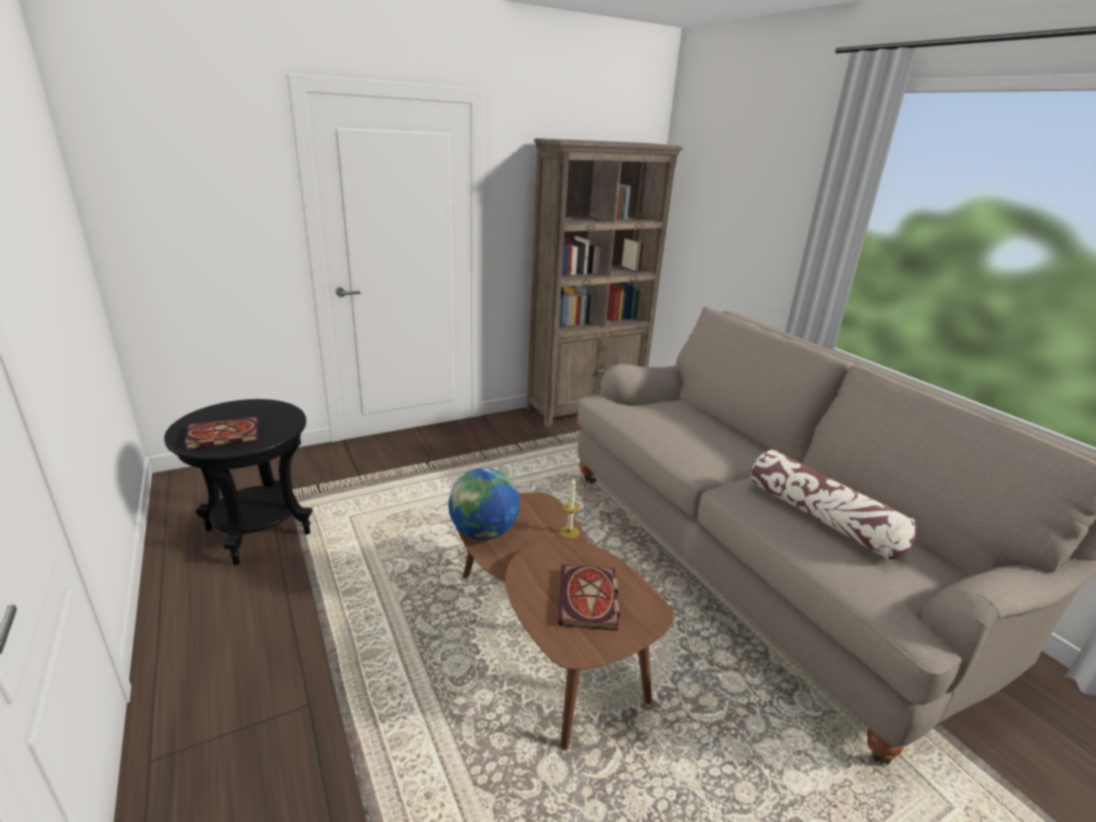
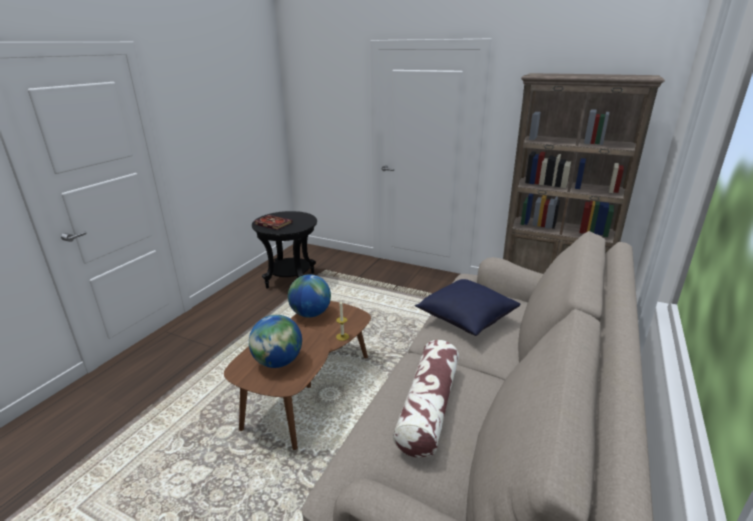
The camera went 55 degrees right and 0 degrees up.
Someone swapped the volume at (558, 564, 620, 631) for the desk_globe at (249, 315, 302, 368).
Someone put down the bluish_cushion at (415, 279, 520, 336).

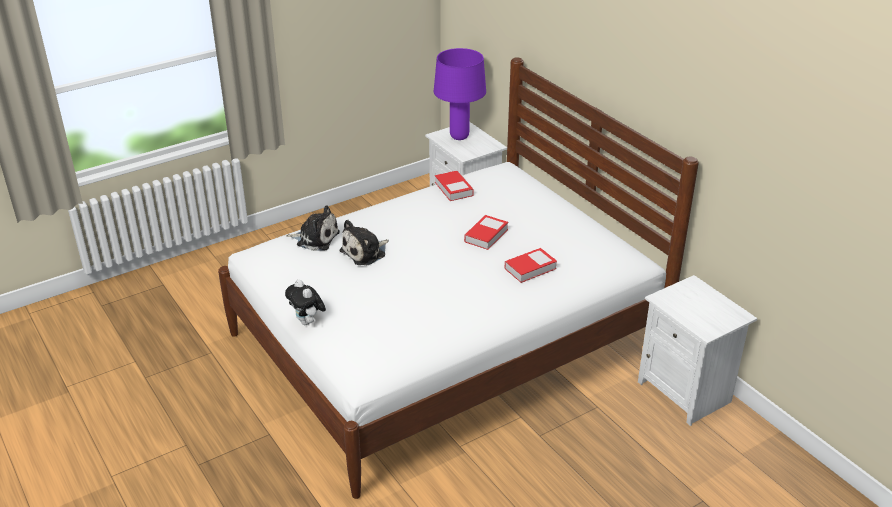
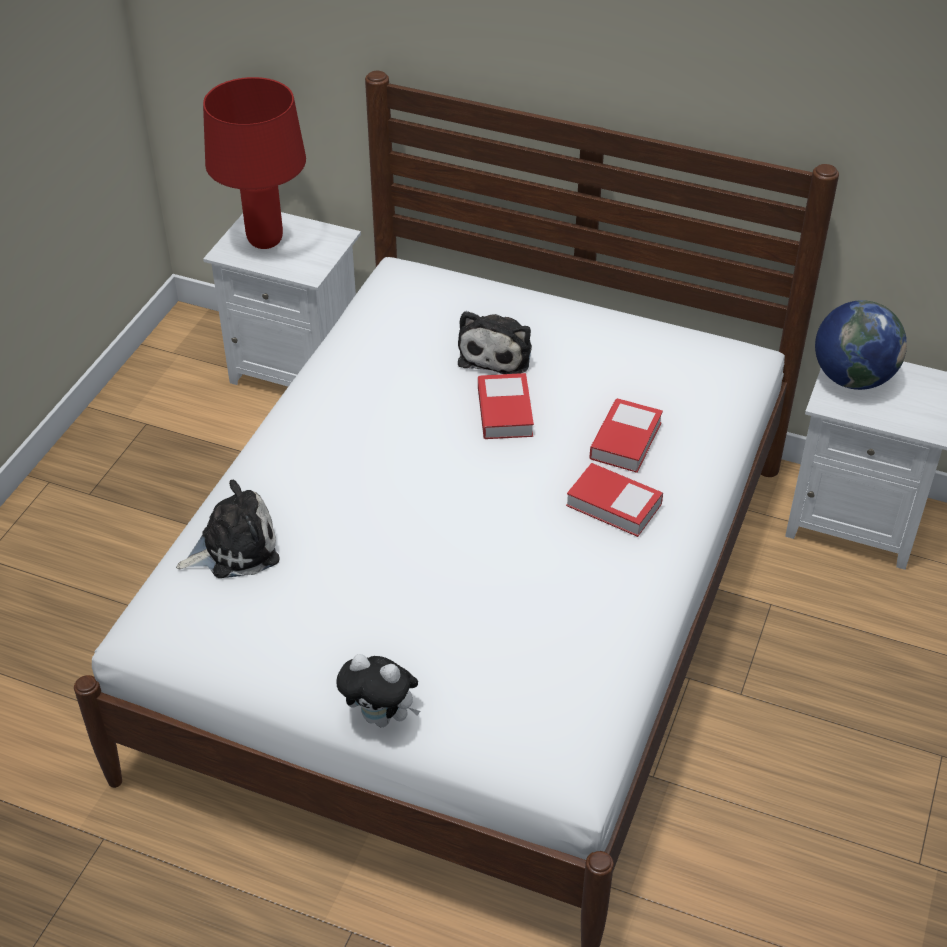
The camera went 35 degrees left and 10 degrees up.
Someone carried the plush_toy from (339, 220, 389, 265) to (458, 311, 532, 374).
Someone repainted the purple_lamp_for_a_table at (434, 48, 486, 140), which became the red_lamp_for_a_table at (203, 77, 306, 249).
Someone carried the volume from (435, 171, 473, 201) to (566, 463, 663, 537).
Someone put down the desk_globe at (815, 300, 907, 390).

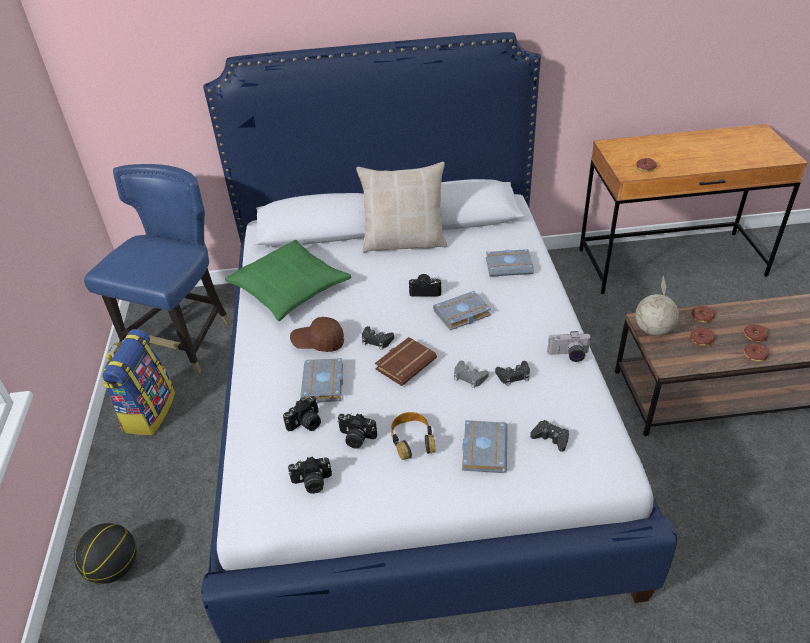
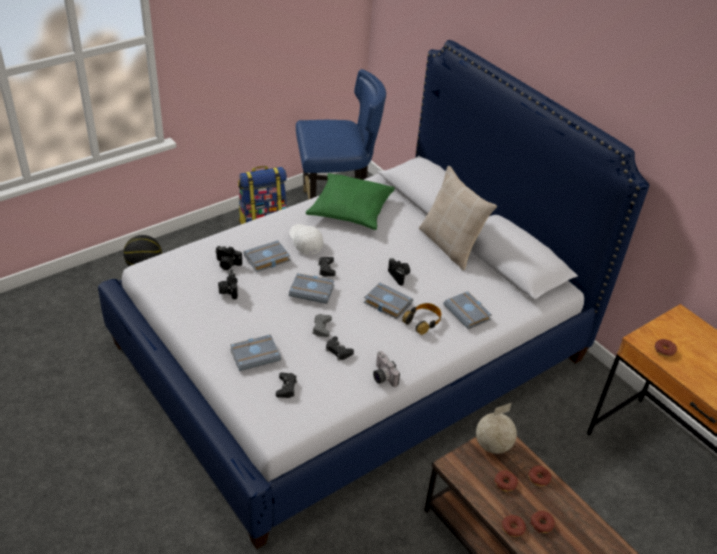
The camera went 55 degrees right and 0 degrees up.
Someone took away the photo_camera at (288, 456, 332, 494).
Someone repainted the brownish_cap at (290, 317, 344, 352), which became the white-coloured_cap at (289, 224, 324, 255).
Someone repainted the brownish_volume at (375, 337, 437, 386), which became the greyish_volume at (289, 273, 335, 304).
Someone carried the headset from (391, 412, 436, 460) to (402, 303, 441, 335).

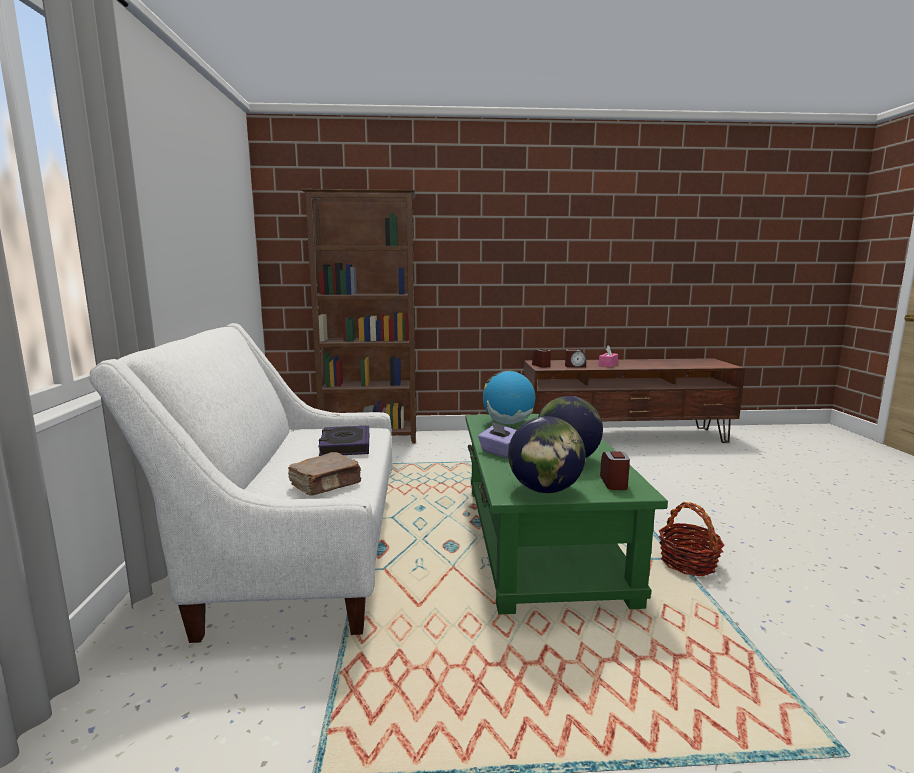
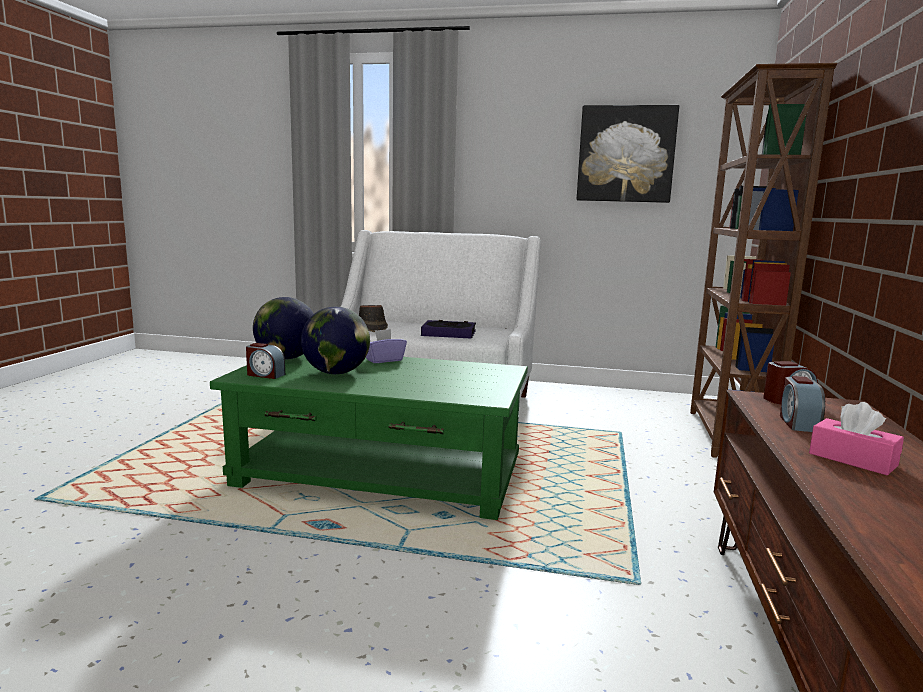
The camera went 105 degrees right and 0 degrees up.
Someone swapped the brownish_volume at (288, 452, 362, 495) for the brownish_clothing_hat at (359, 305, 388, 332).
Someone took away the desk_globe at (483, 370, 535, 424).
Someone took away the storage_basket at (659, 502, 725, 576).
Someone put up the picture at (577, 105, 679, 203).

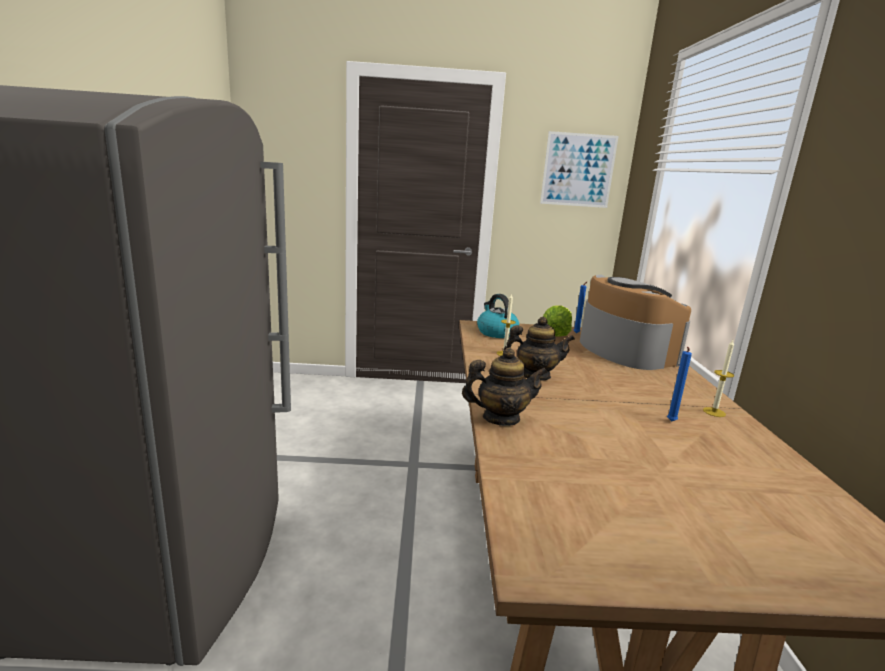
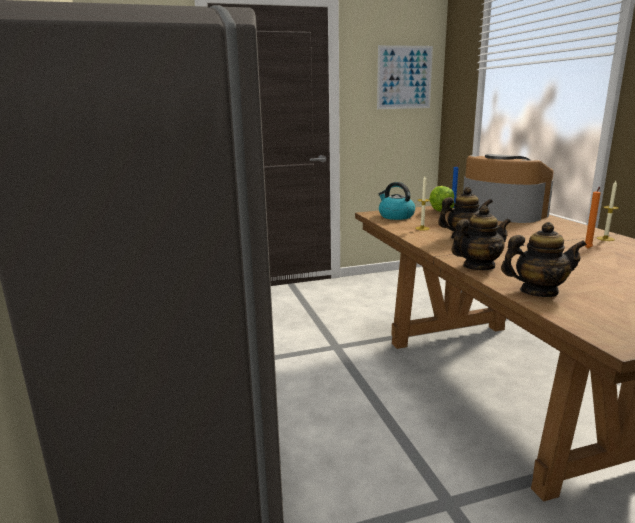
The camera went 15 degrees left and 0 degrees up.
Someone repainted the bluish_wax_light at (667, 347, 692, 422), which became the orange-coloured_wax_light at (585, 187, 601, 248).
Someone put down the tea_pot at (501, 222, 587, 297).

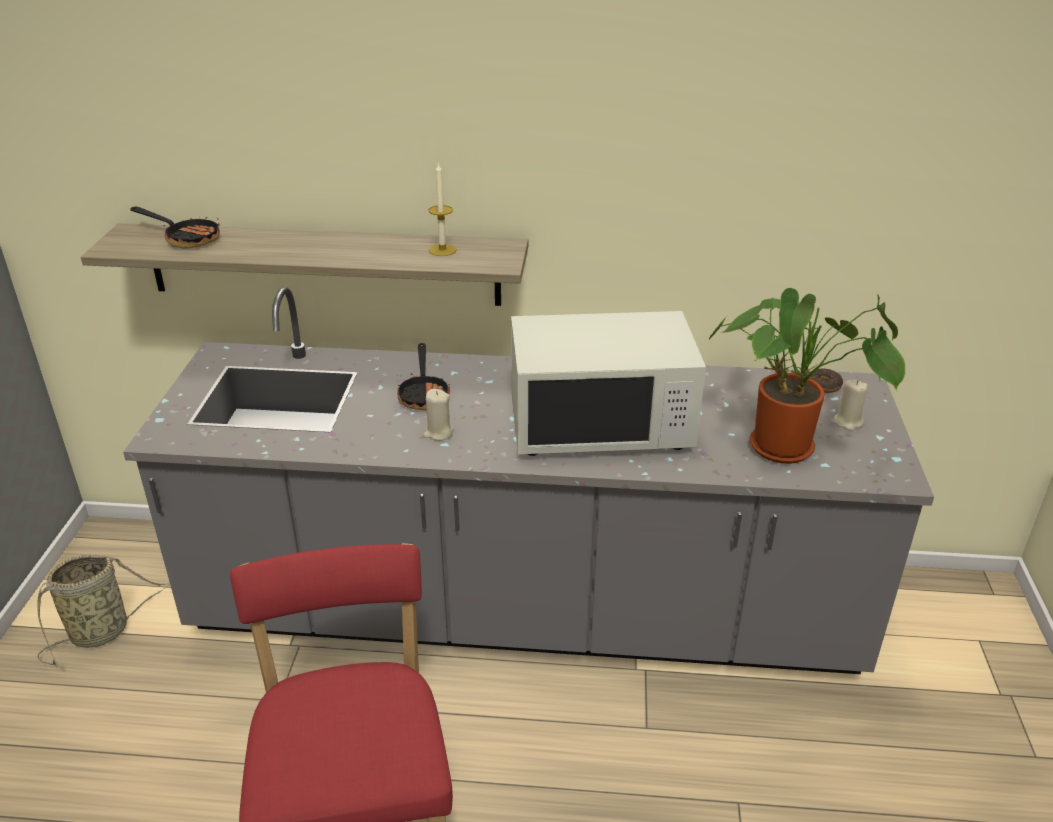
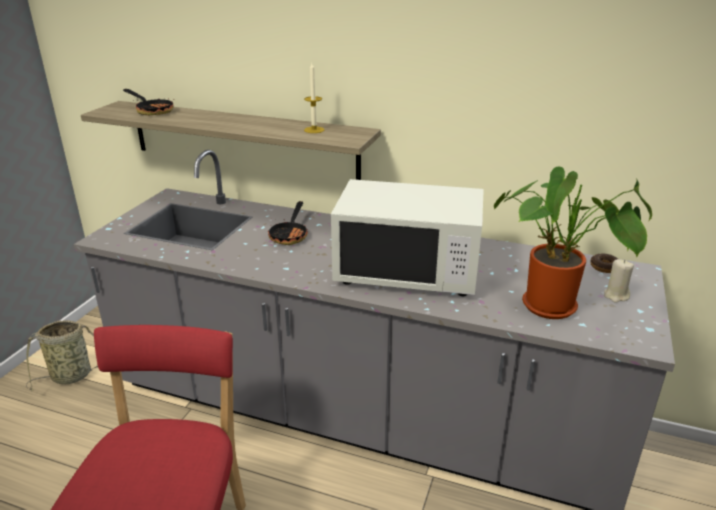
The camera went 15 degrees right and 5 degrees down.
Someone took away the sand-coloured_wax_light at (423, 389, 454, 441).

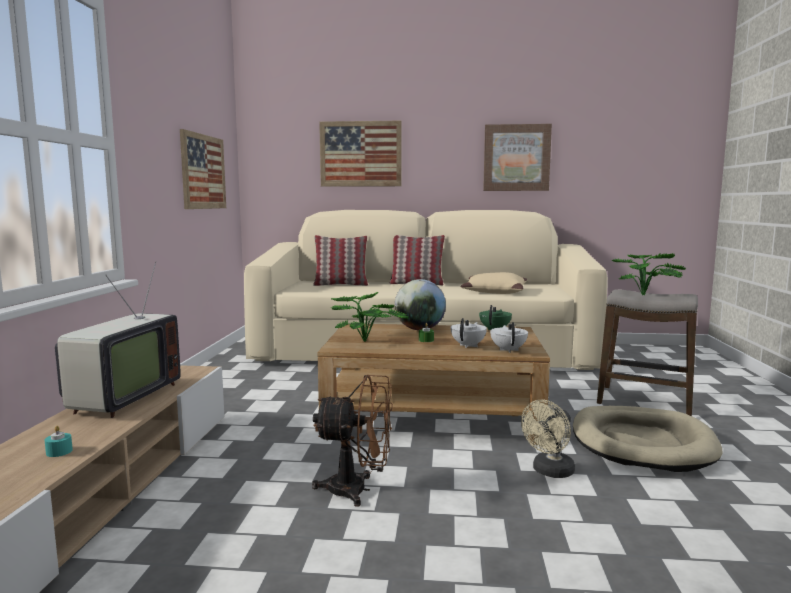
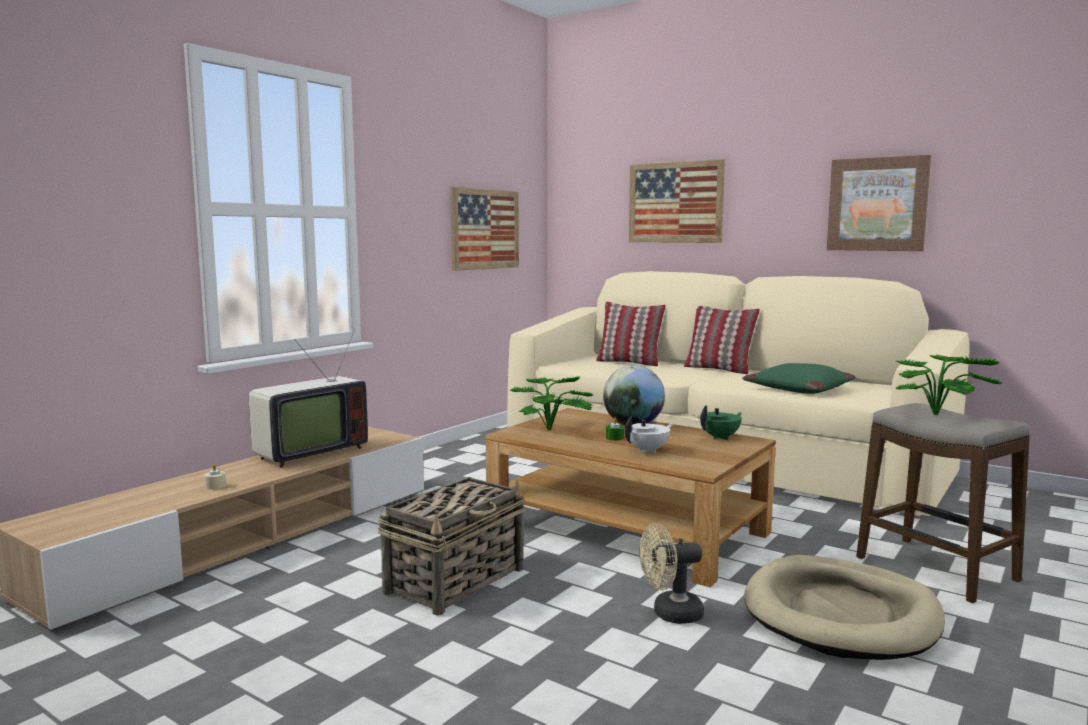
The camera went 30 degrees right and 0 degrees up.
Someone repainted the turquoise_wax_light at (45, 426, 73, 457), which became the sand-coloured_wax_light at (204, 464, 226, 489).
Someone swapped the brownish_fan at (312, 375, 393, 507) for the storage_basket at (378, 477, 525, 616).
Someone repainted the sand-coloured_cushion at (461, 272, 527, 294), which became the green-coloured_cushion at (742, 363, 855, 394).
Someone took away the white-coloured_tea_pot at (490, 322, 528, 353).

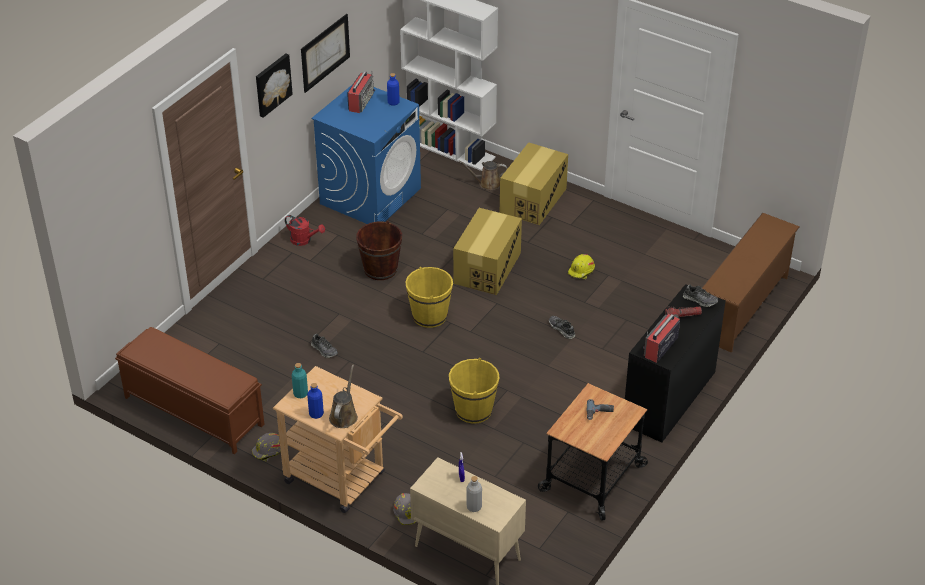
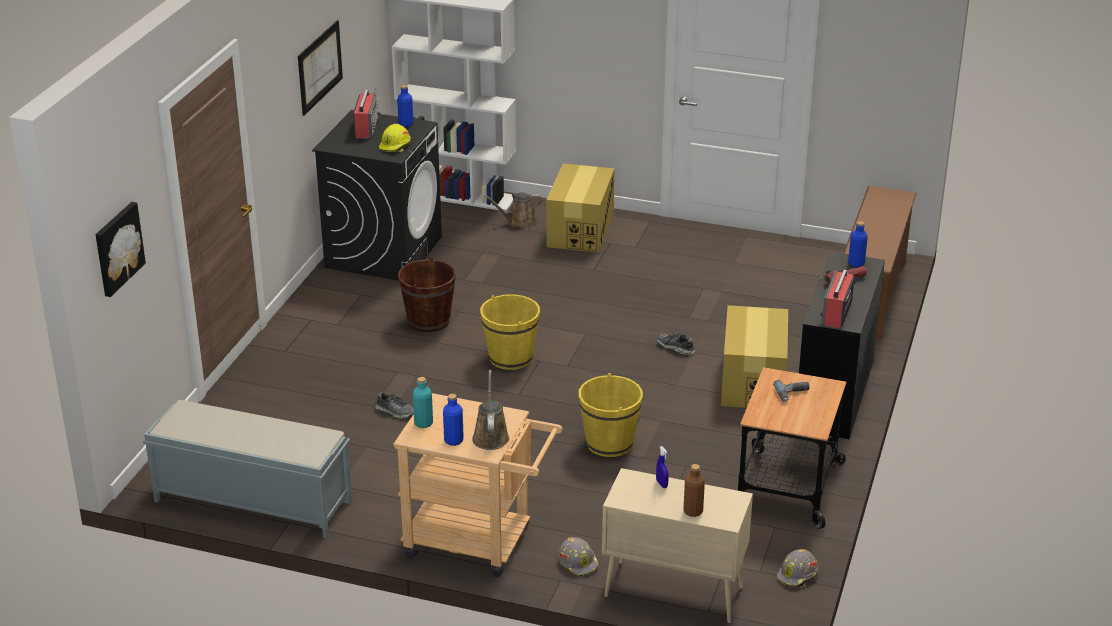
The camera went 15 degrees left and 10 degrees down.
Someone repainted the brownish_long_seat at (115, 327, 265, 454), which became the greyish_long_seat at (143, 400, 352, 539).
Someone carried the greyish_work_helmet from (252, 433, 281, 461) to (776, 549, 819, 588).
Someone carried the picture from (256, 54, 293, 118) to (95, 202, 146, 297).
Someone took away the red_sprinkling_can at (285, 215, 325, 246).
Someone repainted the bluish_laundry_appliance at (311, 84, 421, 224), which became the blackish_laundry_appliance at (312, 110, 442, 281).
Someone carried the packing_box from (453, 208, 522, 295) to (721, 305, 788, 408).
Someone repainted the greyish_drink_bottle at (467, 476, 482, 512), which became the brownish_drink_bottle at (683, 464, 705, 517).
Someone carried the yellow_work_helmet from (568, 254, 595, 279) to (379, 124, 411, 152).
Someone swapped the shoe at (683, 285, 718, 307) for the bluish_drink_bottle at (848, 221, 868, 267).

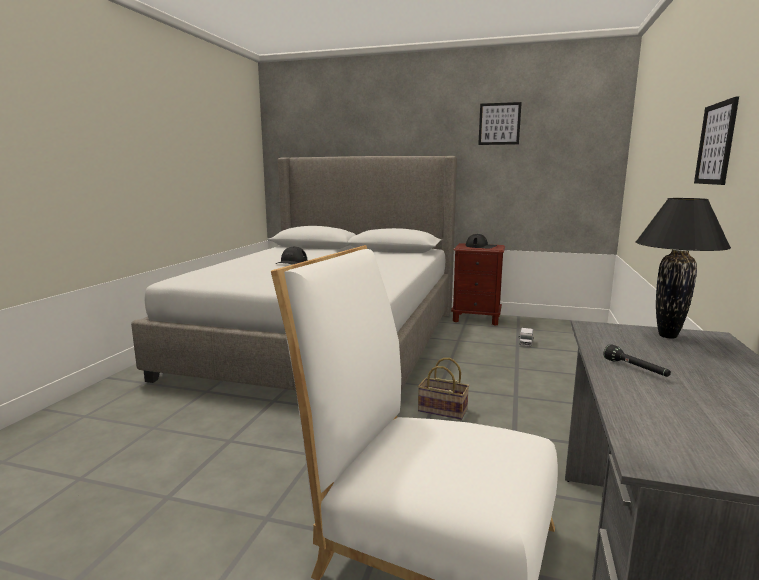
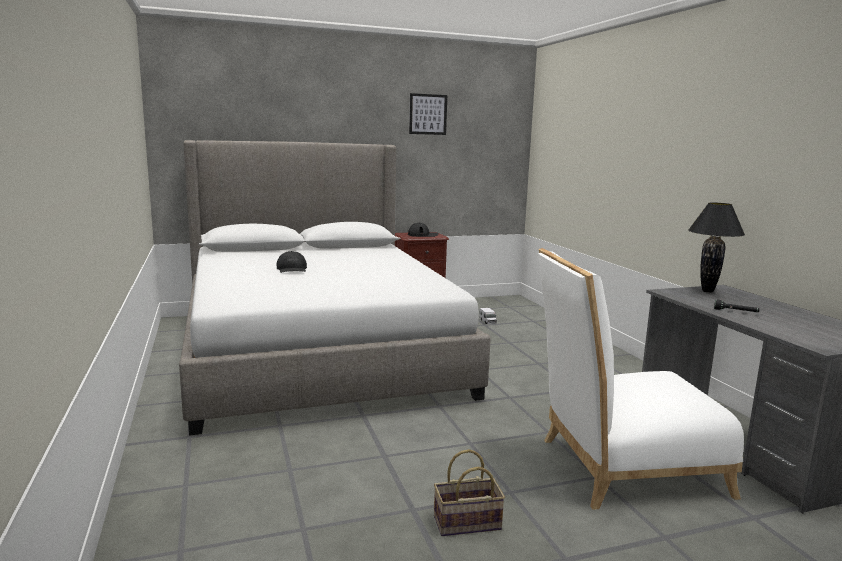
The camera went 35 degrees left and 0 degrees up.
Someone carried the storage_basket from (418, 358, 469, 420) to (434, 449, 505, 536).
Someone took away the picture at (694, 96, 739, 185).

